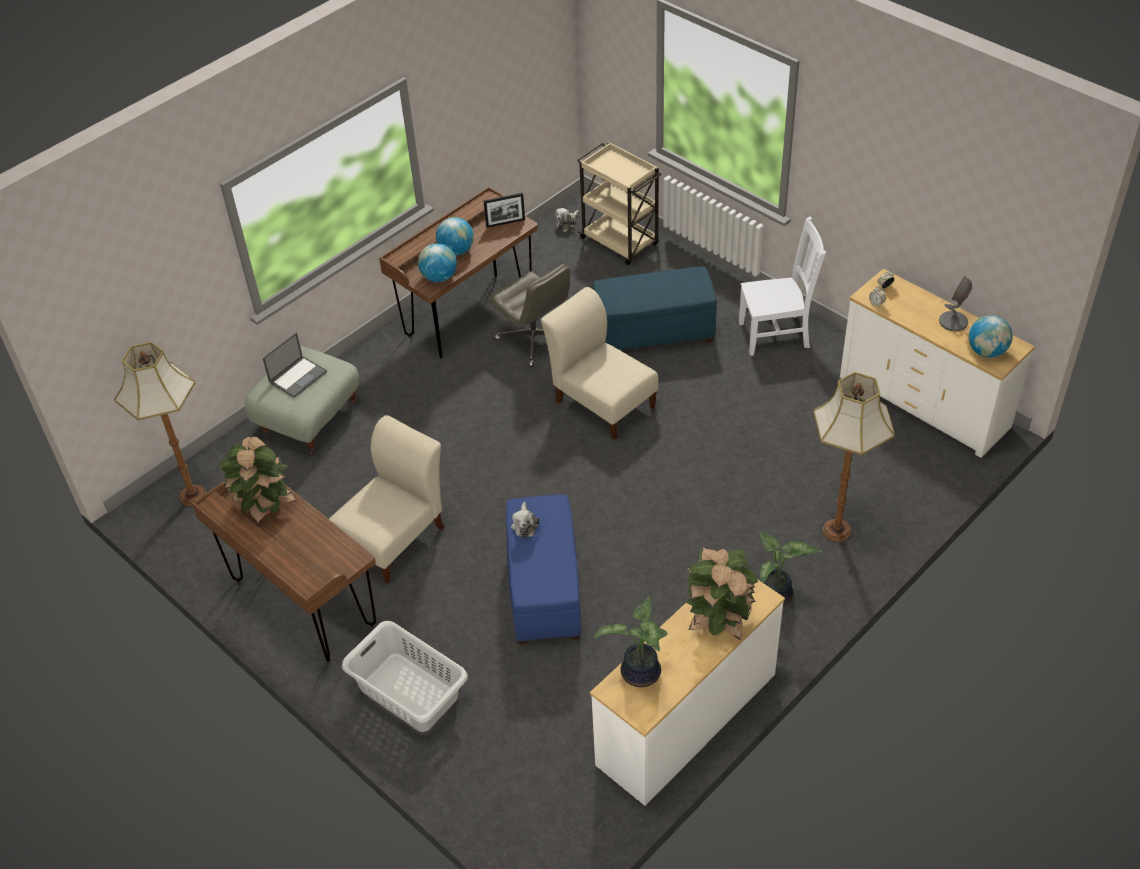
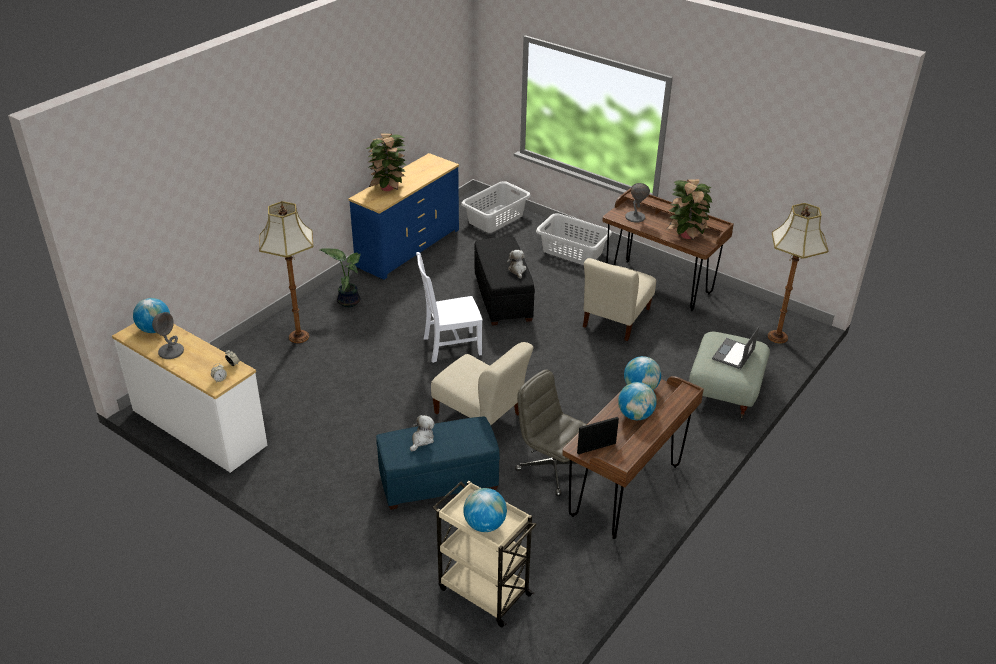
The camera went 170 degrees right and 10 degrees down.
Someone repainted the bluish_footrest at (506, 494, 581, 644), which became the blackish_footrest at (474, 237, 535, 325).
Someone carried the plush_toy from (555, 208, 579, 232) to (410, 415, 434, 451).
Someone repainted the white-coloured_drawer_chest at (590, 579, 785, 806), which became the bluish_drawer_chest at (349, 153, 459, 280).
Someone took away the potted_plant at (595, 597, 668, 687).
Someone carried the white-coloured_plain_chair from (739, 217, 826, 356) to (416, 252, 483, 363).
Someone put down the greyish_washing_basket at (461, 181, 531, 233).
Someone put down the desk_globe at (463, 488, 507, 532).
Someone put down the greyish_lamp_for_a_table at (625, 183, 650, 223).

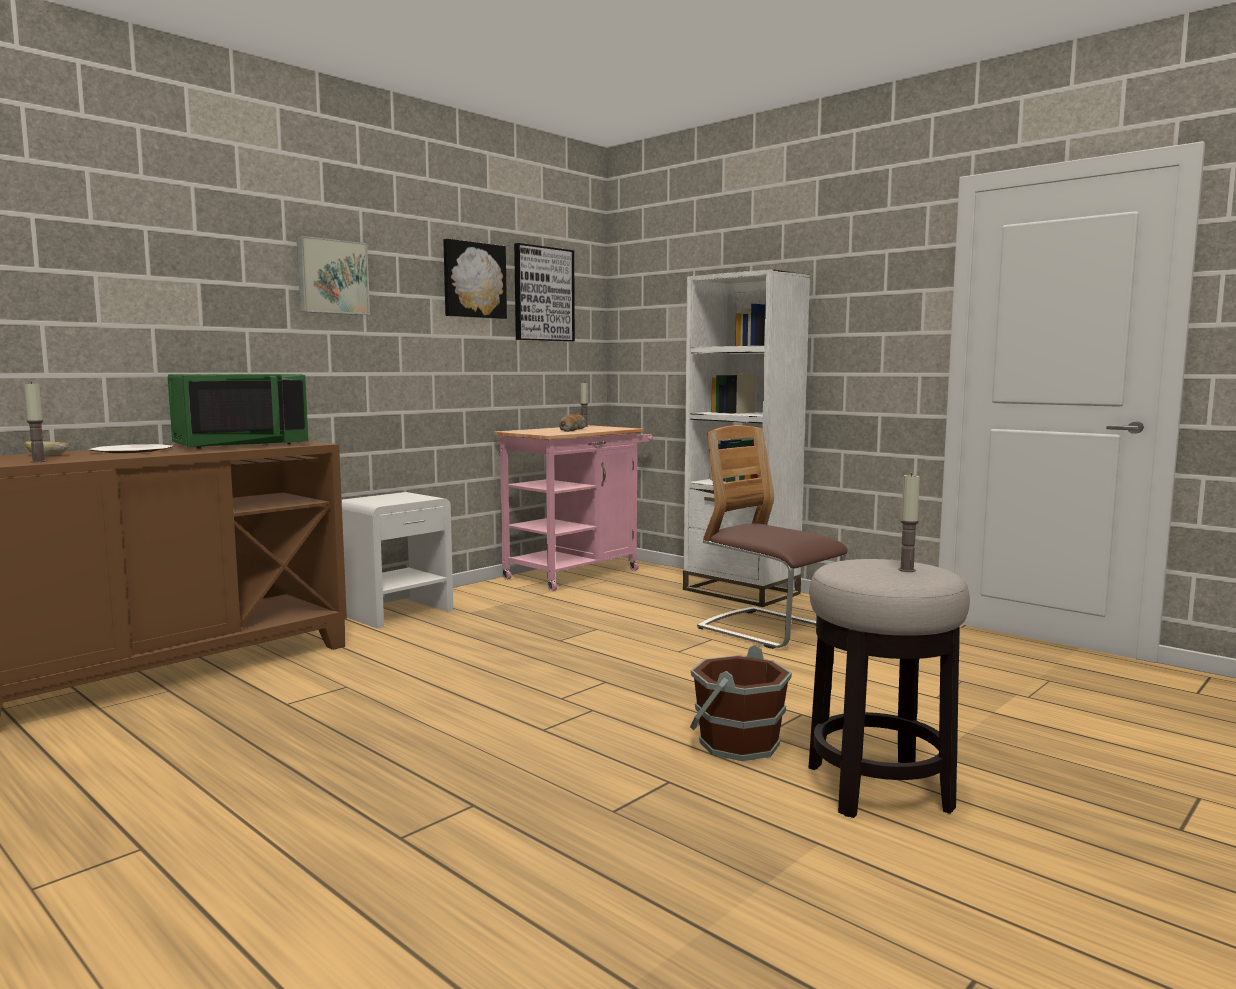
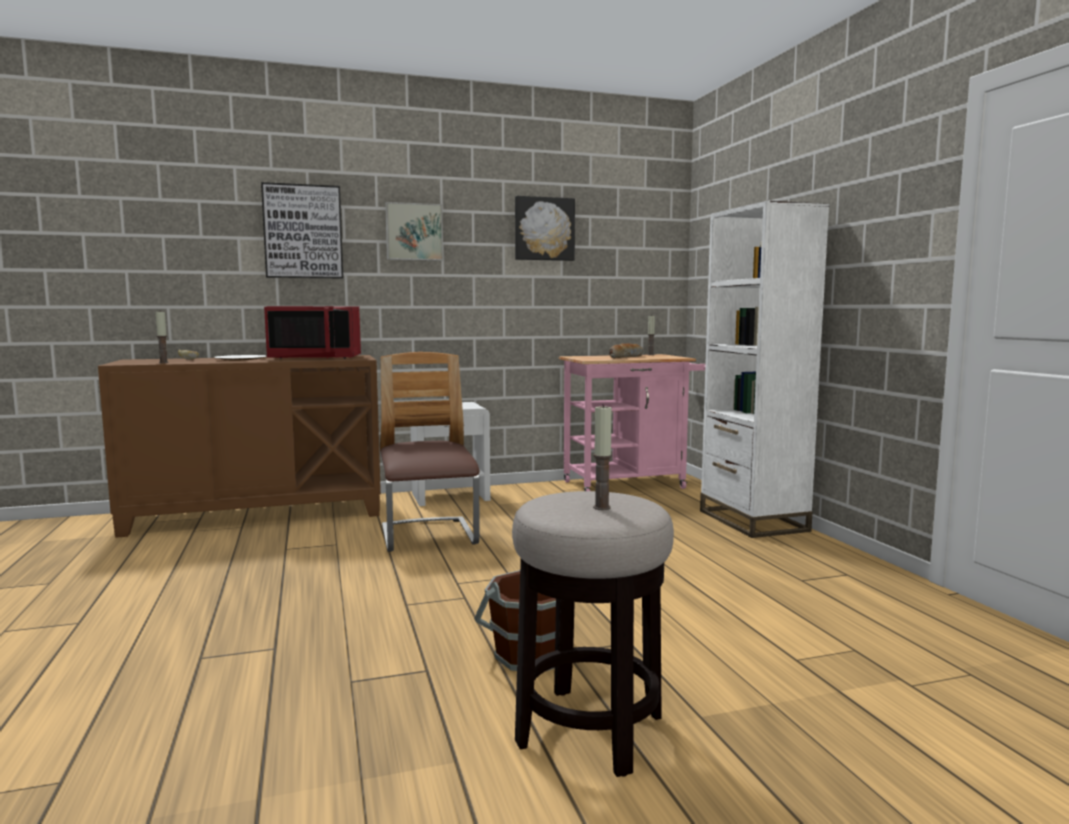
The camera went 30 degrees right and 0 degrees up.
Someone repainted the green-coloured_microwave_oven at (168, 374, 309, 449), which became the red_microwave_oven at (264, 306, 361, 359).
Someone carried the picture from (514, 243, 575, 342) to (261, 182, 343, 278).
Someone carried the plain_chair from (697, 425, 848, 649) to (380, 352, 480, 552).

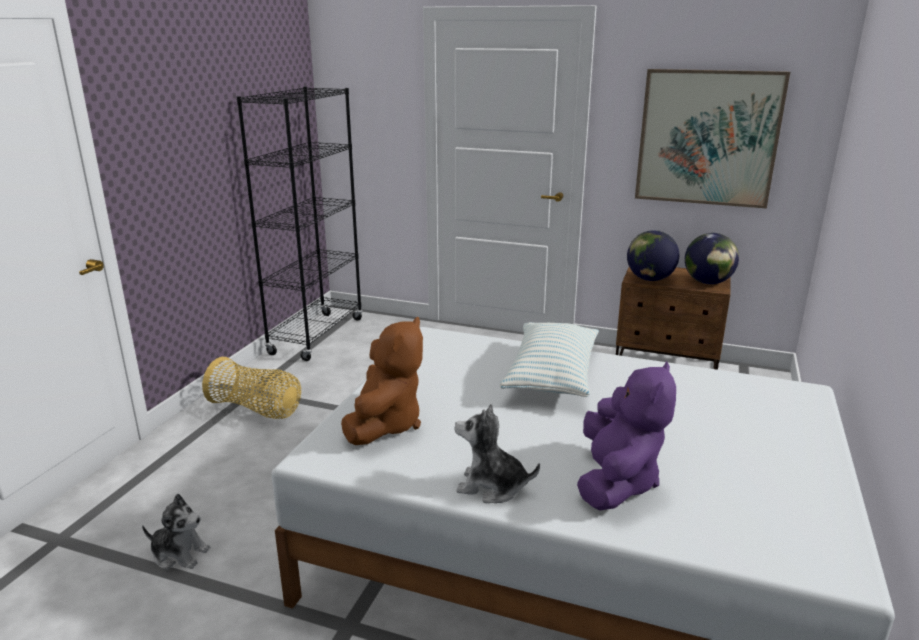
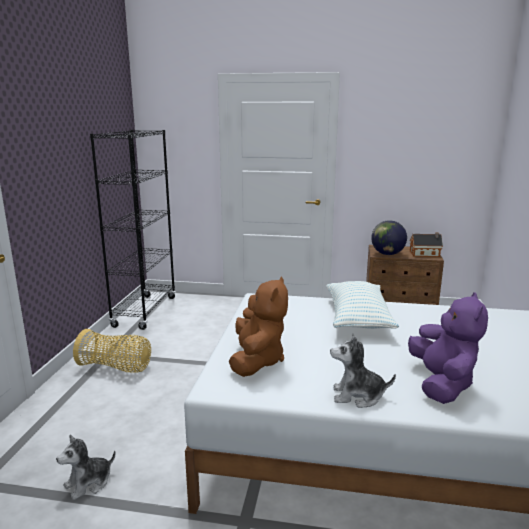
The camera went 10 degrees left and 5 degrees down.
Someone rotated the plush_toy at (142, 494, 210, 570) by 135 degrees clockwise.
Someone took away the picture at (635, 69, 790, 209).
Someone swapped the desk_globe at (685, 233, 739, 284) for the model_house at (410, 232, 443, 257).

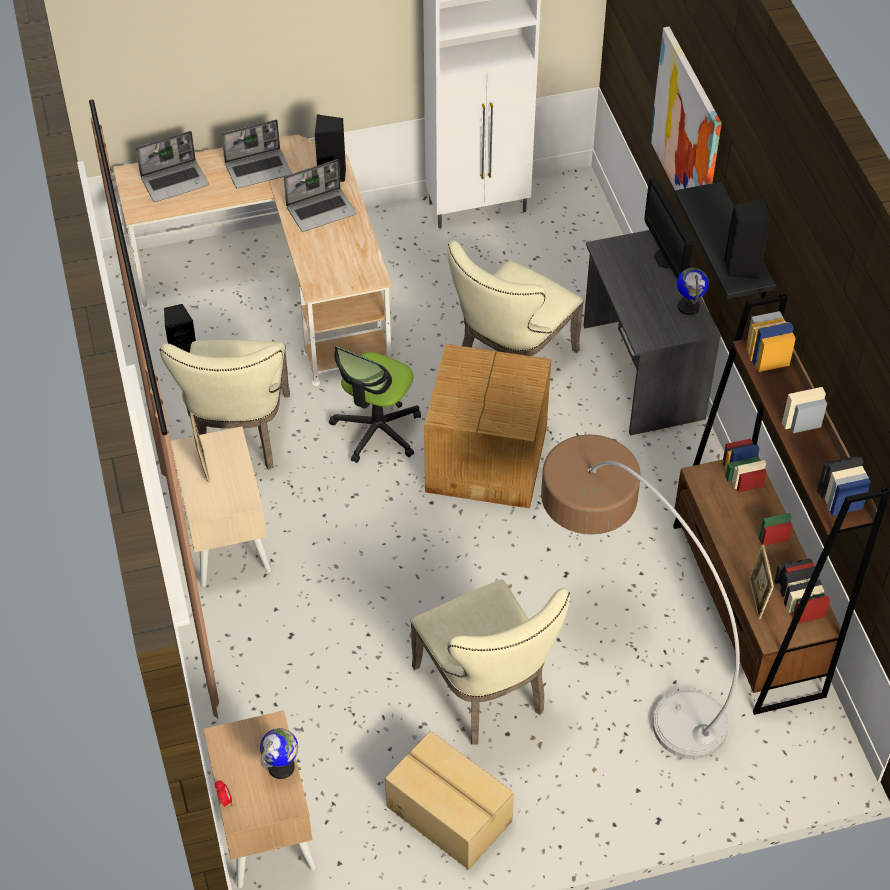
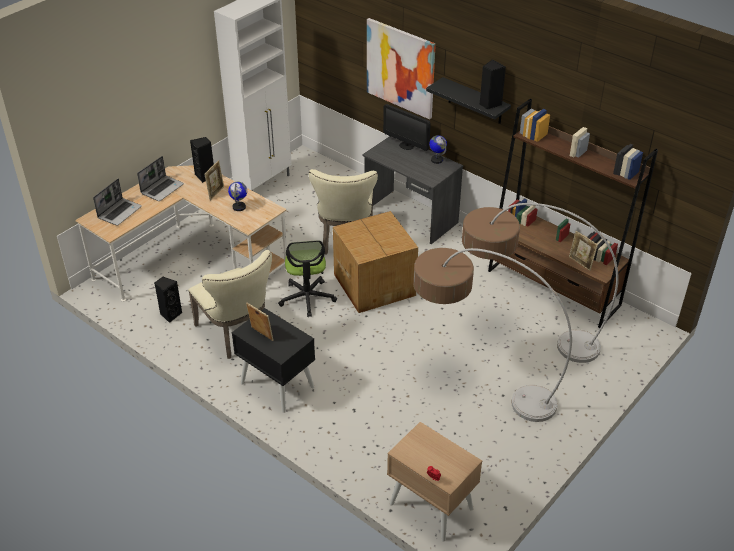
The camera went 35 degrees left and 10 degrees down.
Someone repainted the sand-coloured_night_table at (171, 426, 271, 587), which became the blackish_night_table at (232, 308, 315, 413).
Someone carried the desk_globe from (260, 728, 298, 779) to (228, 182, 247, 211).
Someone swapped the notebook_computer at (284, 159, 357, 232) for the picture_frame at (204, 160, 224, 201).
Someone took away the packing_box at (385, 731, 514, 870).
Someone swapped the sand-coloured_plain_chair at (411, 579, 570, 744) for the floor_lamp at (413, 248, 572, 422).

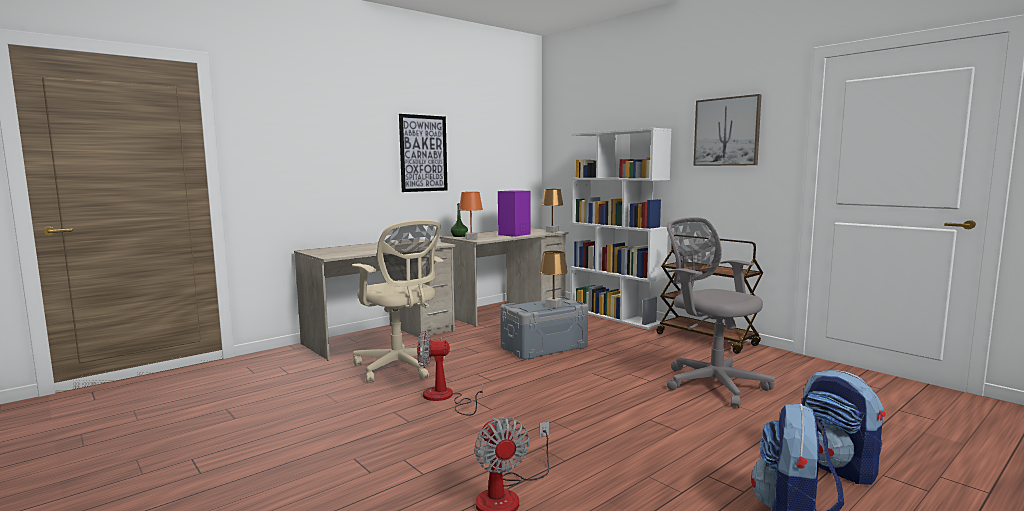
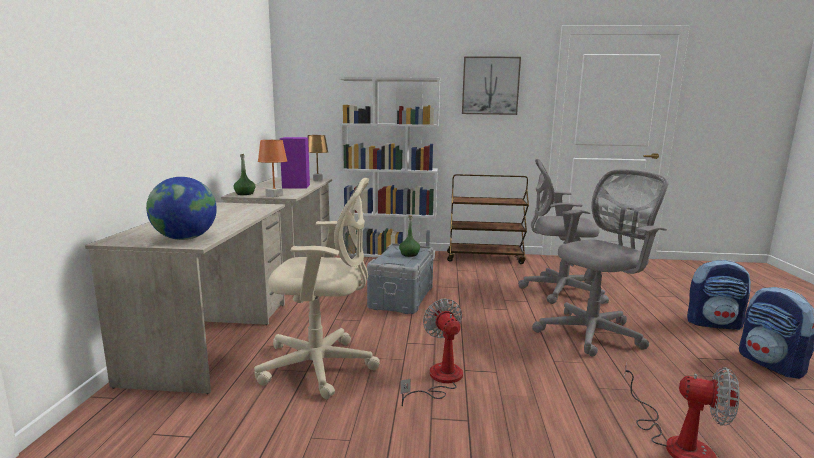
The camera went 45 degrees left and 5 degrees up.
Someone took away the picture at (399, 114, 448, 192).
Someone rotated the fan at (417, 330, 483, 416) by 120 degrees clockwise.
Someone swapped the brownish_lamp_for_a_table at (540, 251, 568, 308) for the green-coloured_drink_bottle at (399, 215, 420, 257).
Someone put down the desk_globe at (146, 177, 217, 240).
Someone put down the greyish_computer_chair at (532, 170, 669, 357).

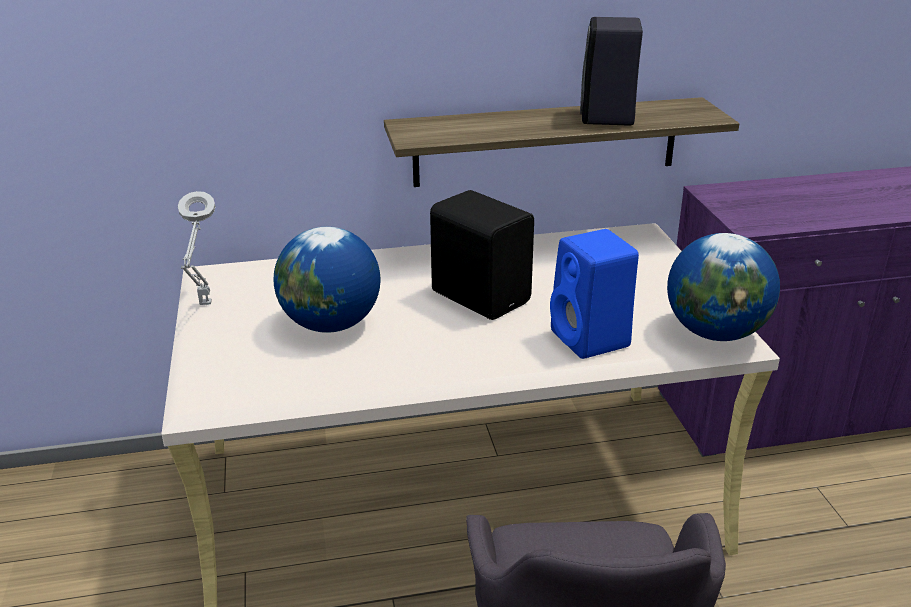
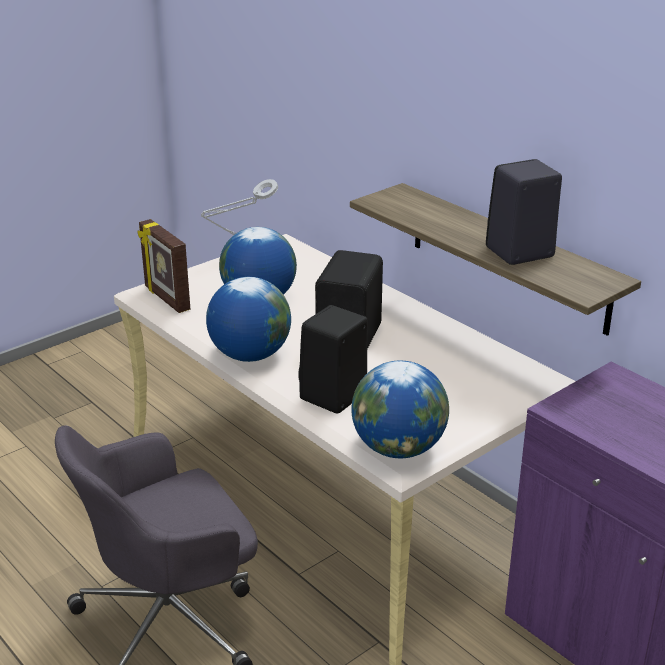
The camera went 60 degrees right and 0 degrees up.
Someone repainted the bluish_audio_speaker at (550, 229, 639, 359), which became the blackish_audio_speaker at (298, 305, 368, 414).
Someone put down the picture_frame at (137, 219, 190, 313).
Someone put down the desk_globe at (206, 277, 291, 362).

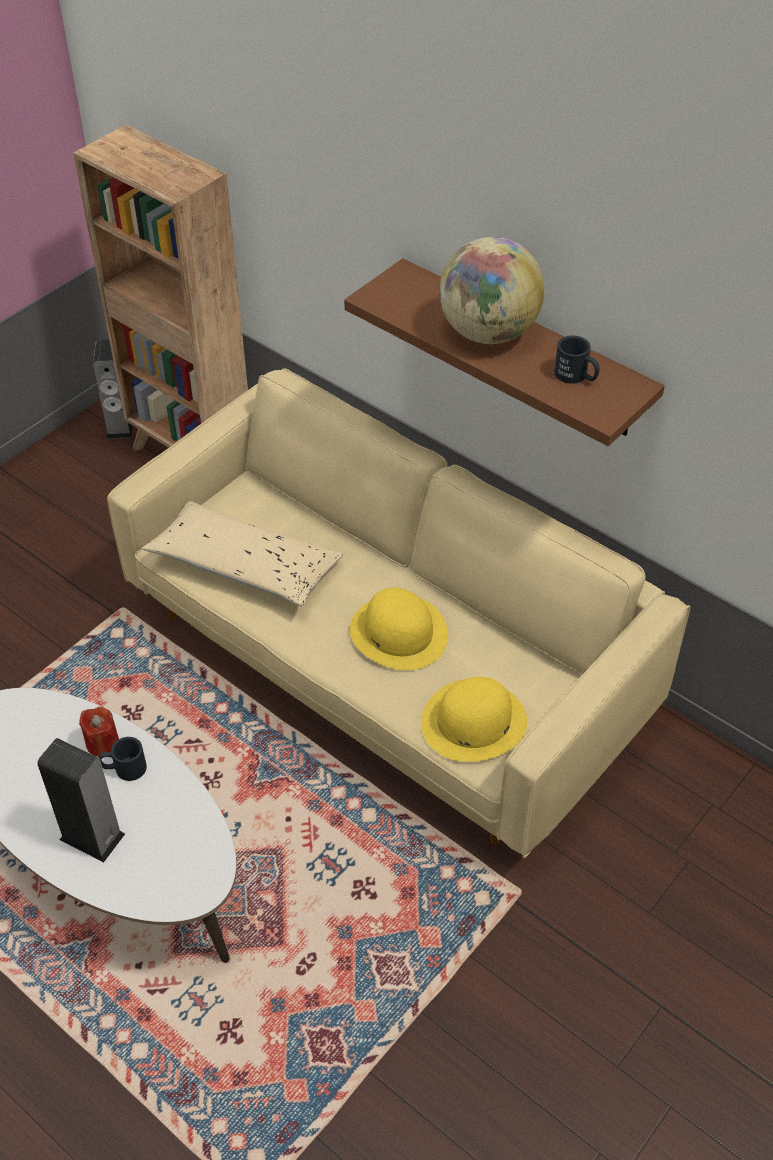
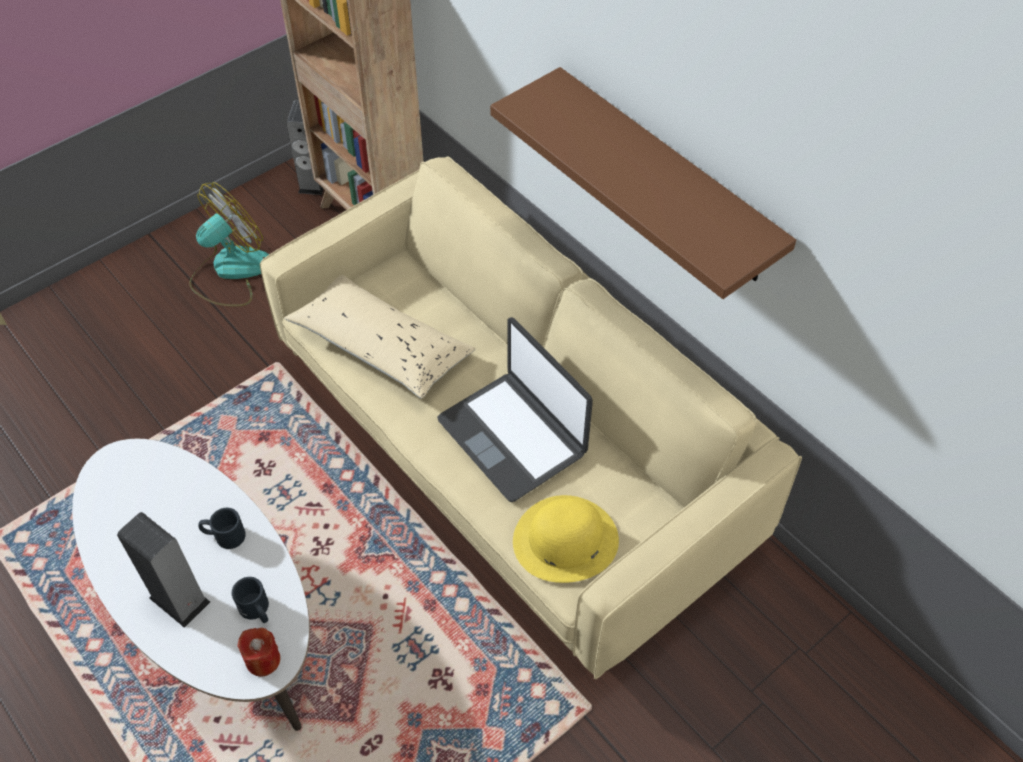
The camera went 10 degrees right and 5 degrees up.
Someone carried the red_wax_light from (79, 707, 119, 757) to (237, 628, 280, 677).
Someone swapped the yellow_clothing_hat at (350, 588, 448, 670) for the notebook_computer at (437, 317, 593, 502).
Someone took away the desk_globe at (439, 237, 545, 344).
Someone carried the blackish_tea_mug from (554, 336, 599, 384) to (232, 577, 269, 623).
Someone put down the fan at (189, 182, 269, 307).

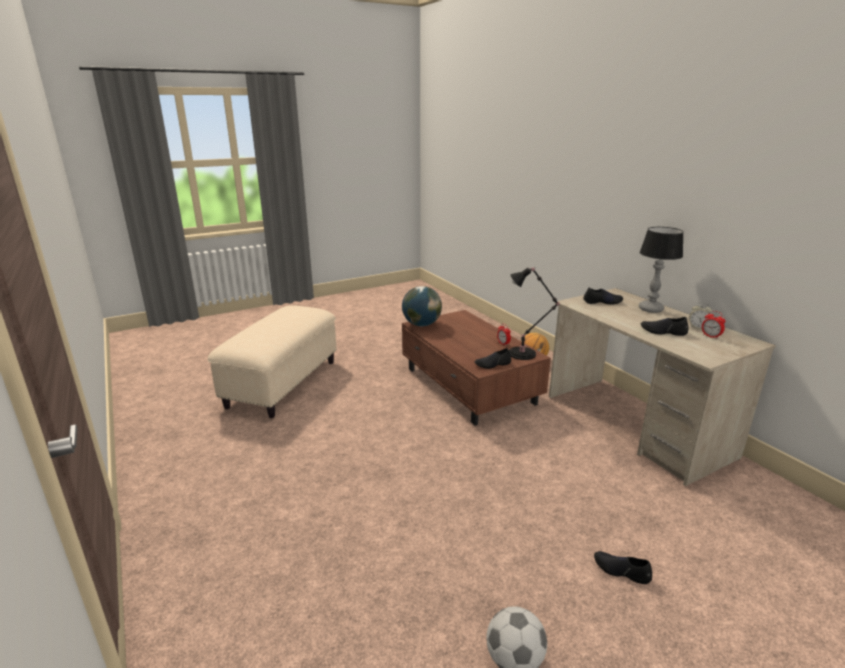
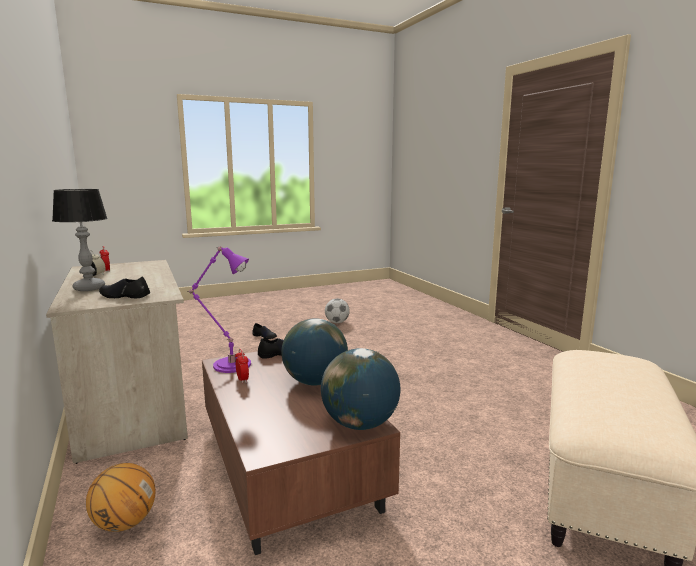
The camera went 175 degrees left and 10 degrees down.
Someone repainted the blackish_lamp_for_a_table at (509, 267, 560, 360), which became the purple_lamp_for_a_table at (187, 246, 251, 373).
Someone took away the blackish_shoe at (641, 317, 688, 336).
Someone put down the desk_globe at (281, 318, 348, 386).

